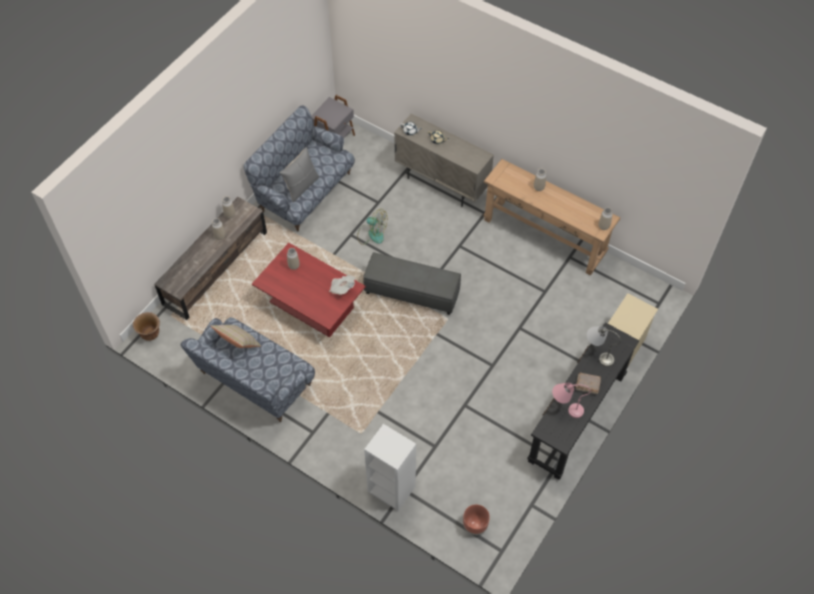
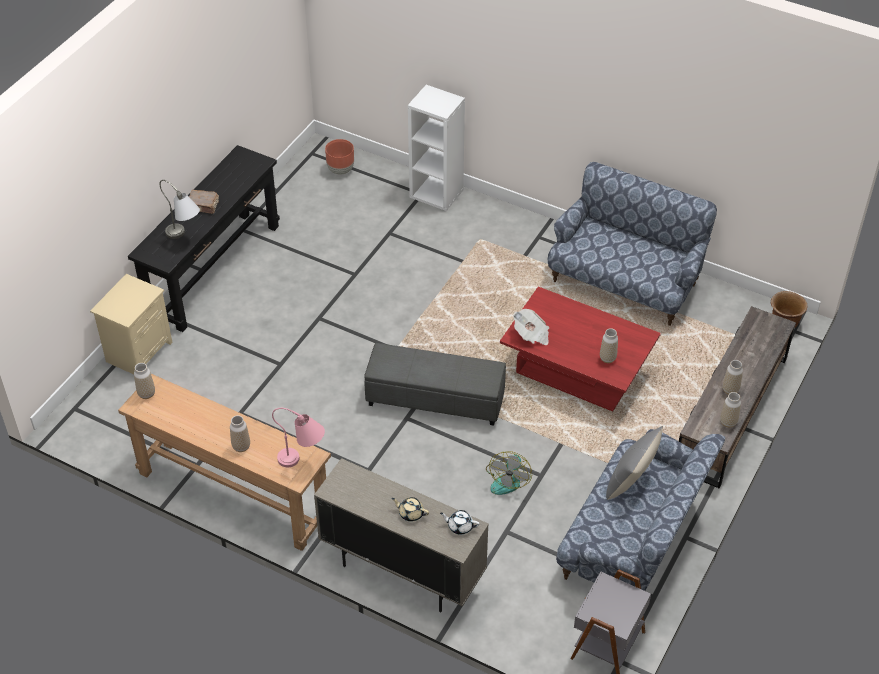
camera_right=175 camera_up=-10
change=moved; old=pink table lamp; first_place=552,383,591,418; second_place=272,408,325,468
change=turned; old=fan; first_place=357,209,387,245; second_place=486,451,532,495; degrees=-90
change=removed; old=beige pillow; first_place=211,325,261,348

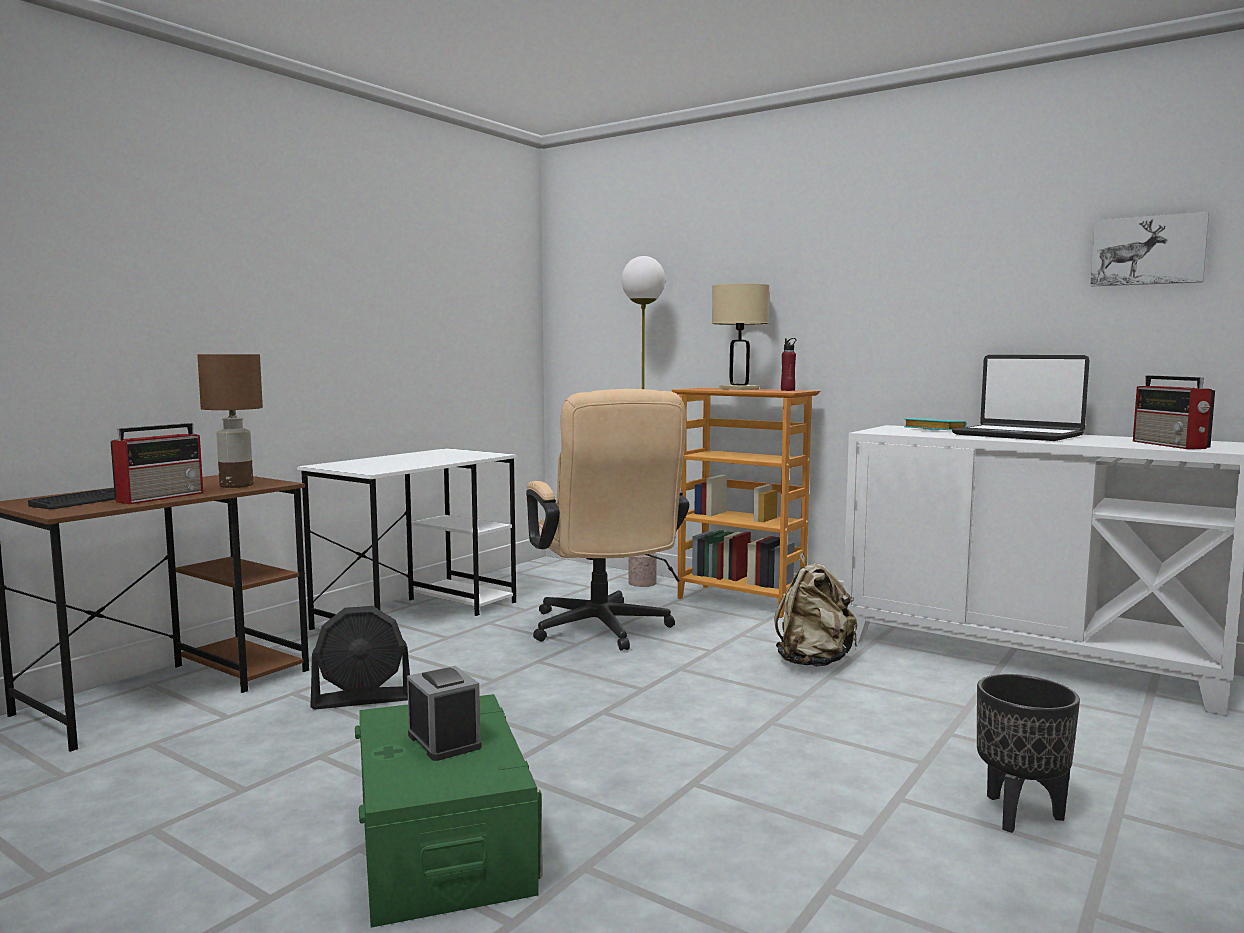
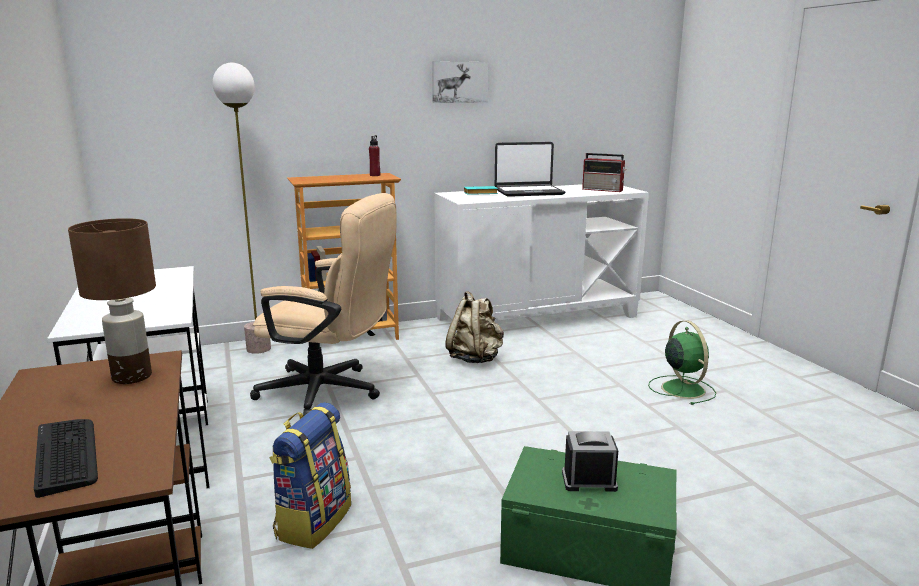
camera_right=-55 camera_up=10
change=replaced; old=black fan; new=backpack; first_place=310,606,410,709; second_place=269,402,351,549
change=moved; old=picture; first_place=1090,211,1209,286; second_place=432,61,488,103
change=replaced; old=black planter; new=green fan; first_place=977,674,1080,833; second_place=648,320,716,405
change=removed; old=radio; first_place=110,423,203,504
change=removed; old=beige table lamp; first_place=712,283,769,390

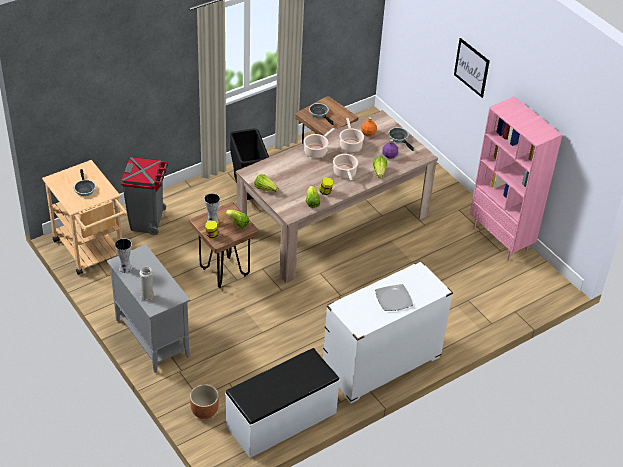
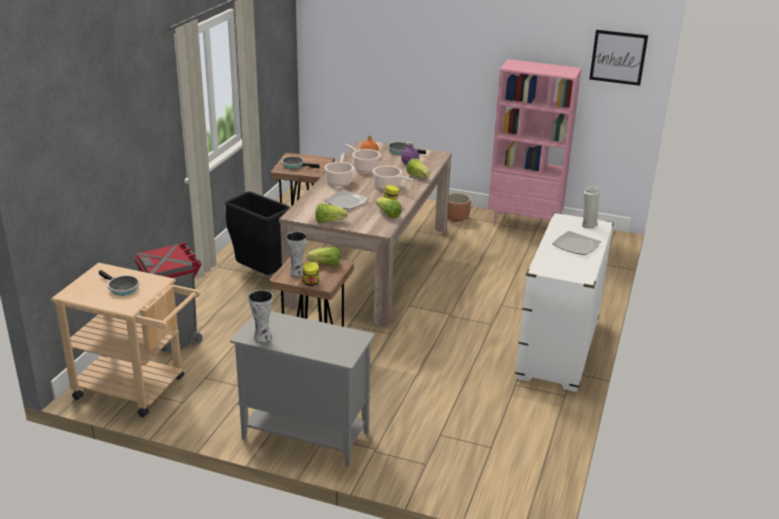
camera_right=-35 camera_up=-15
change=added; new=plate; second_place=324,190,369,210
change=moved; old=brown planter; first_place=190,384,219,419; second_place=447,193,471,222
change=moved; old=white vase; first_place=139,267,153,300; second_place=582,187,600,229
change=moved; old=picture; first_place=454,38,490,98; second_place=589,30,648,86
change=removed; old=white bench; first_place=225,348,340,458

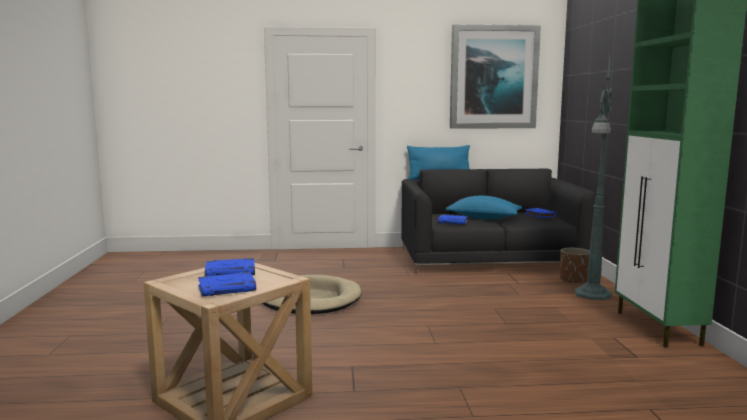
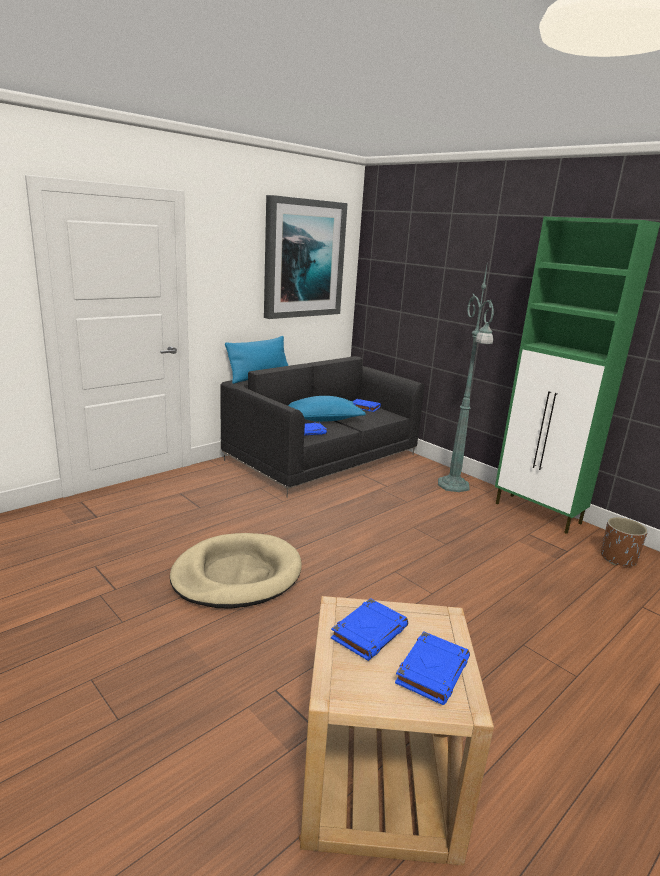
camera_right=-40 camera_up=10
change=moved; old=brown planter; first_place=560,248,590,285; second_place=601,517,648,566

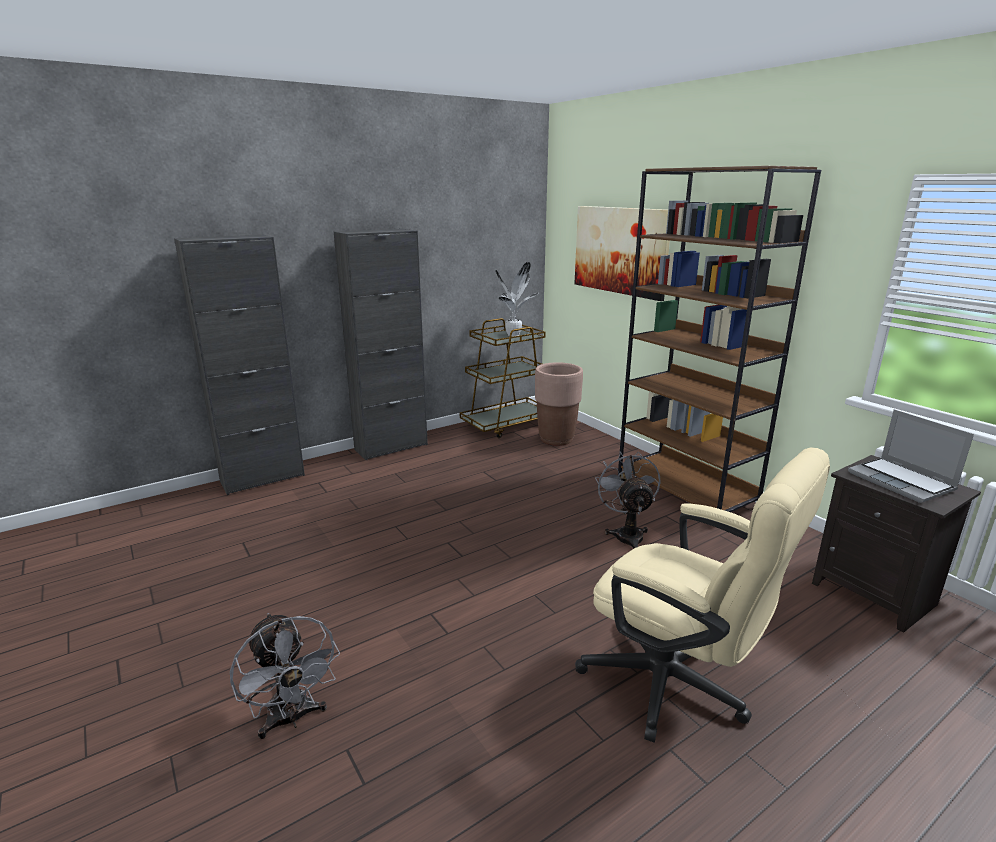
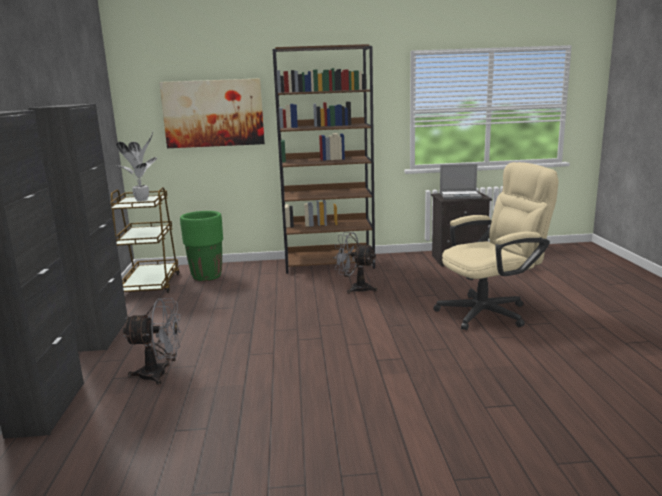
camera_right=-60 camera_up=-5
change=moved; old=grey fan; first_place=230,613,340,739; second_place=123,298,181,385
change=recoloured; old=brown planter; new=green planter; first_place=535,362,583,446; second_place=180,211,223,281

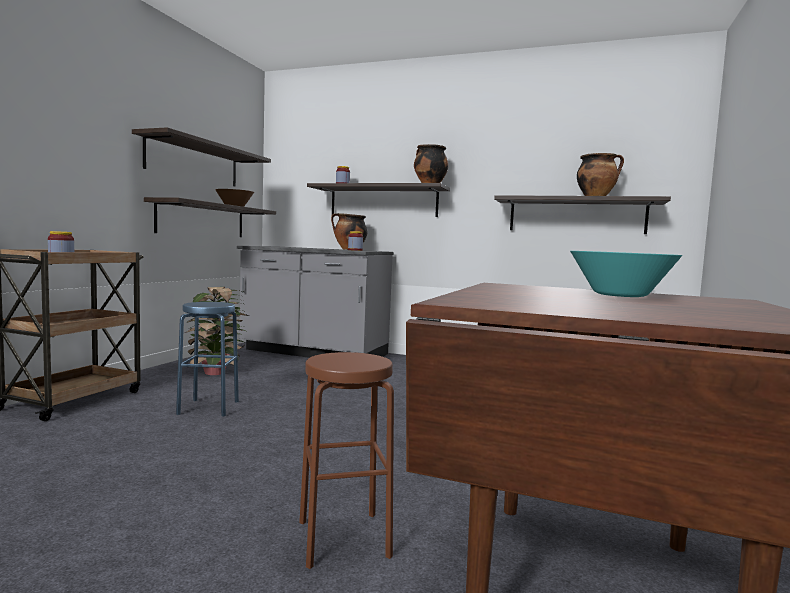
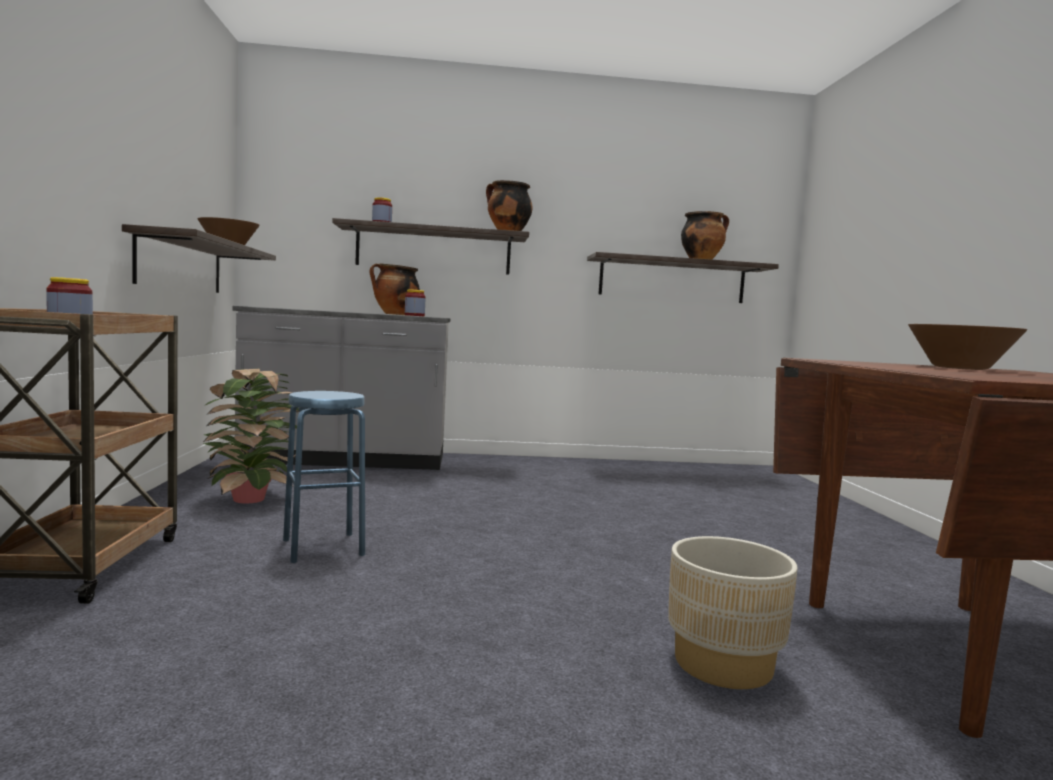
camera_right=-25 camera_up=0
change=replaced; old=brown stool; new=beige planter; first_place=299,352,394,569; second_place=668,536,798,689
change=recoloured; old=turquoise bowl; new=brown bowl; first_place=570,251,682,297; second_place=908,324,1028,370
change=removed; old=shelf; first_place=132,127,271,186

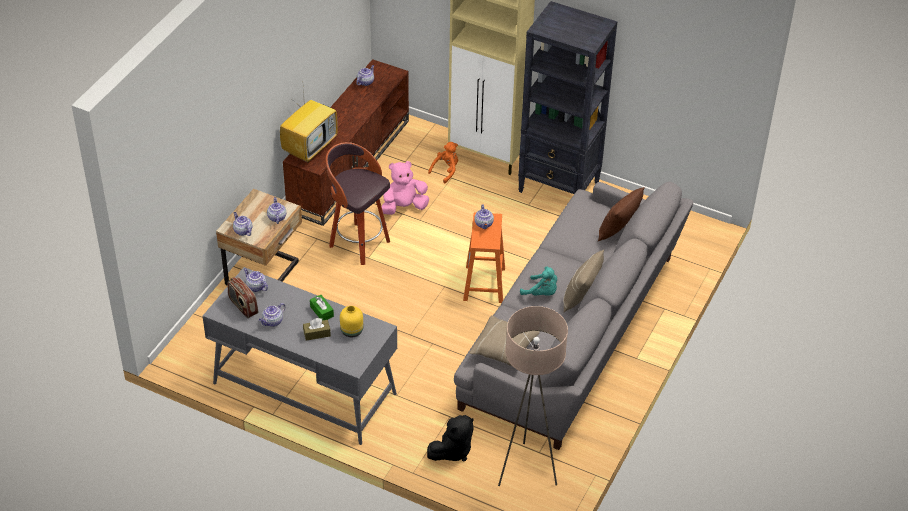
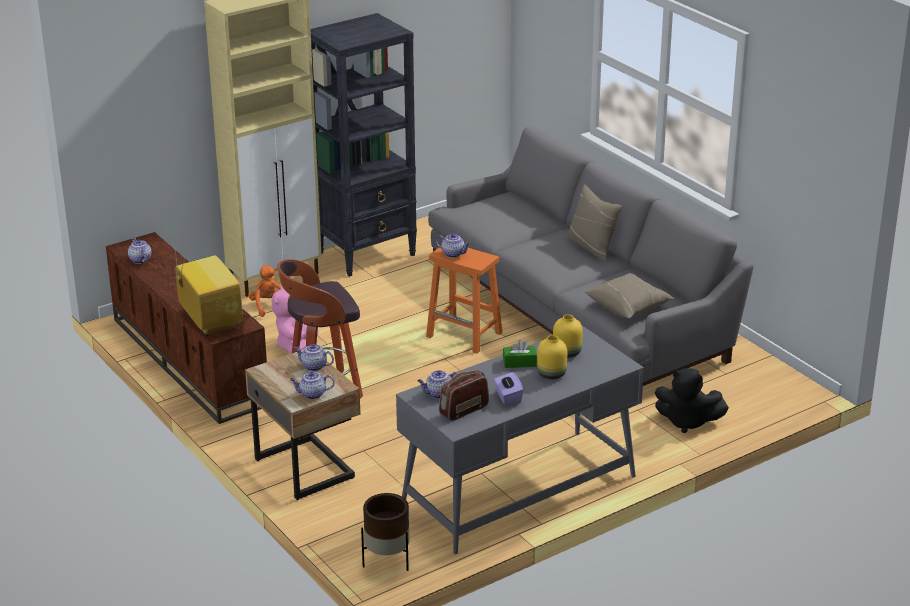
camera_right=-60 camera_up=-15
change=added; new=brown planter; second_place=361,493,410,571
change=turned; old=radio; first_place=228,277,258,318; second_place=439,370,489,421; degrees=150
change=replaced; old=teapot; new=purple tissue box; first_place=259,303,285,327; second_place=494,372,523,405
change=replaced; old=brown tissue box; new=yellow vase; first_place=303,318,331,341; second_place=537,335,567,379
change=turned; old=black plush toy; first_place=427,415,474,461; second_place=655,368,729,433; degrees=120
change=removed; old=beige floor lamp; first_place=498,306,568,486
change=removed; old=turquoise plush toy; first_place=520,267,557,296
change=removed; old=brown pillow; first_place=598,187,645,241

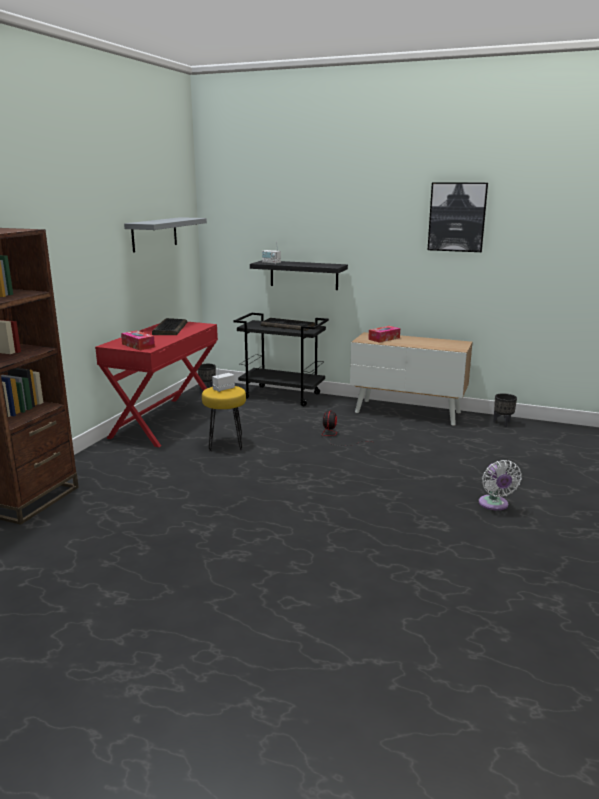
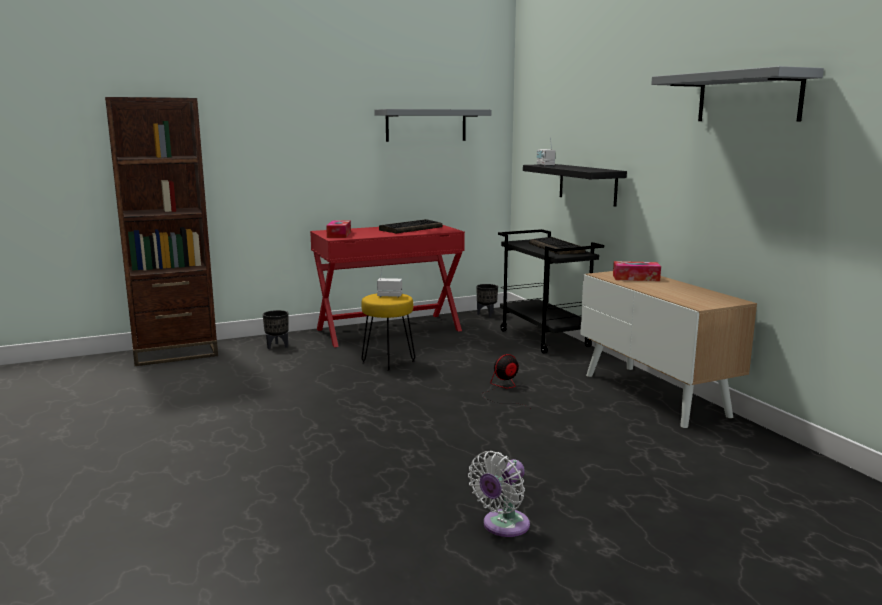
camera_right=45 camera_up=-5
change=moved; old=black planter; first_place=493,393,517,427; second_place=263,310,289,349
change=replaced; old=picture; new=grey shelf; first_place=428,182,488,252; second_place=651,66,824,122

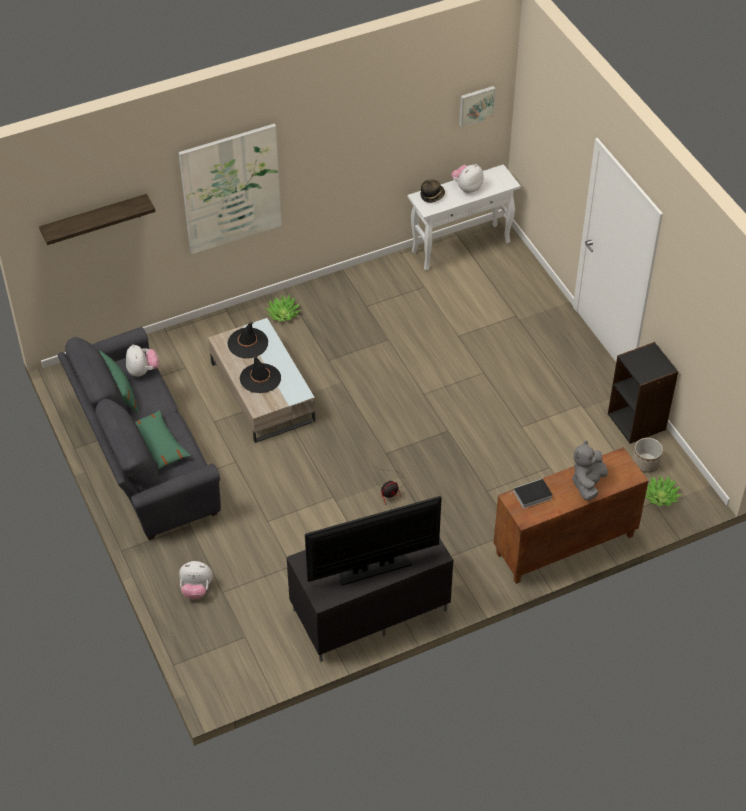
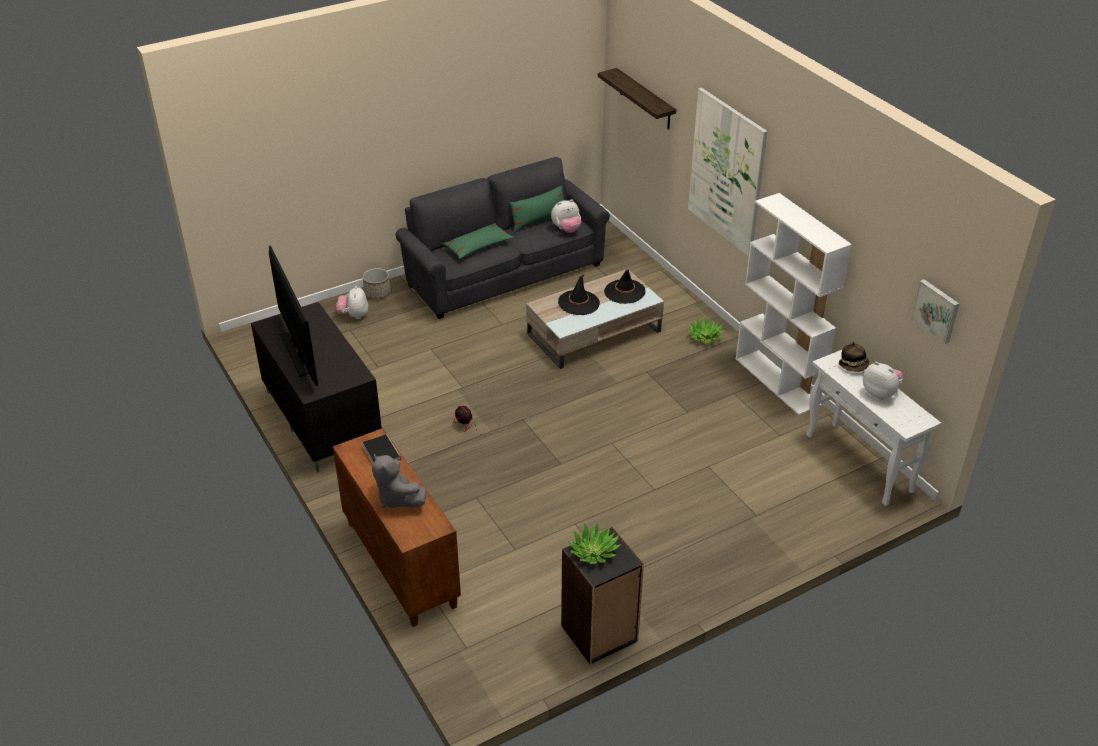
camera_right=85 camera_up=-10
change=moved; old=planter; first_place=632,438,663,473; second_place=362,268,390,299
change=turned; old=grey plush toy; first_place=572,441,608,501; second_place=372,454,426,508; degrees=-150
change=moved; old=potted plant; first_place=645,476,682,506; second_place=568,523,621,564
change=added; new=white bookcase; second_place=736,193,852,415

